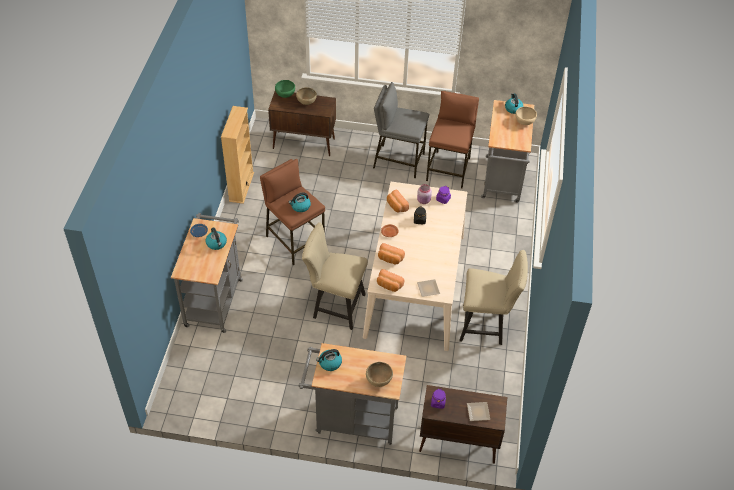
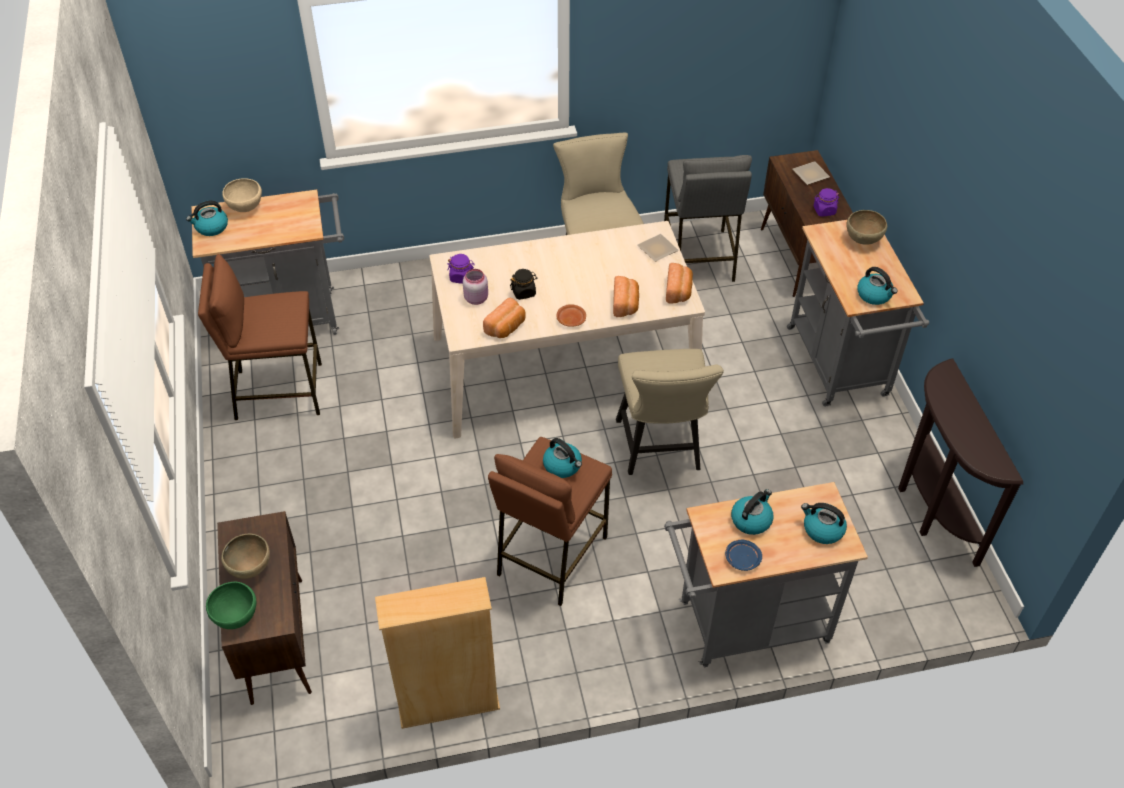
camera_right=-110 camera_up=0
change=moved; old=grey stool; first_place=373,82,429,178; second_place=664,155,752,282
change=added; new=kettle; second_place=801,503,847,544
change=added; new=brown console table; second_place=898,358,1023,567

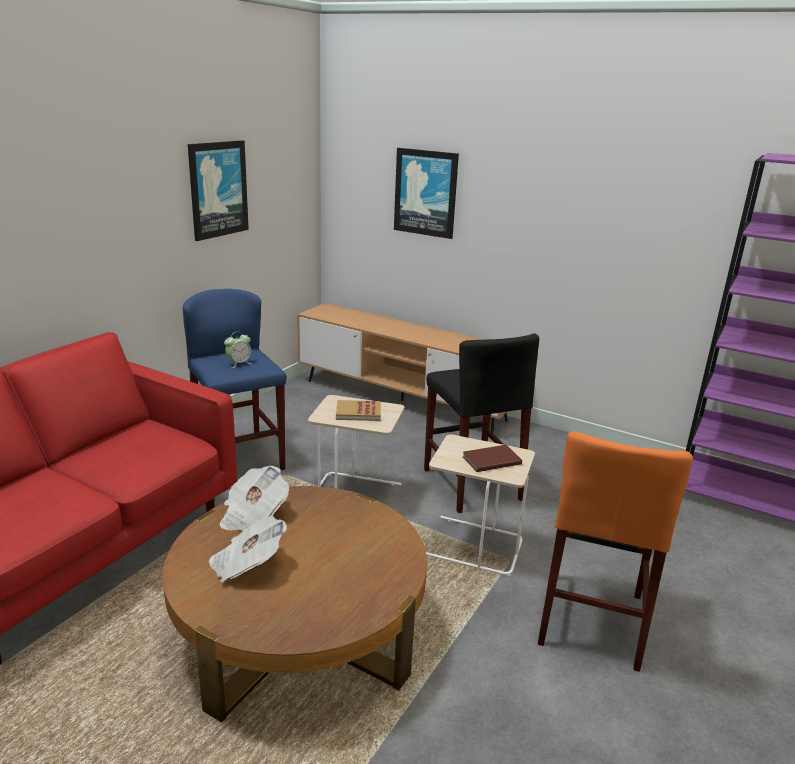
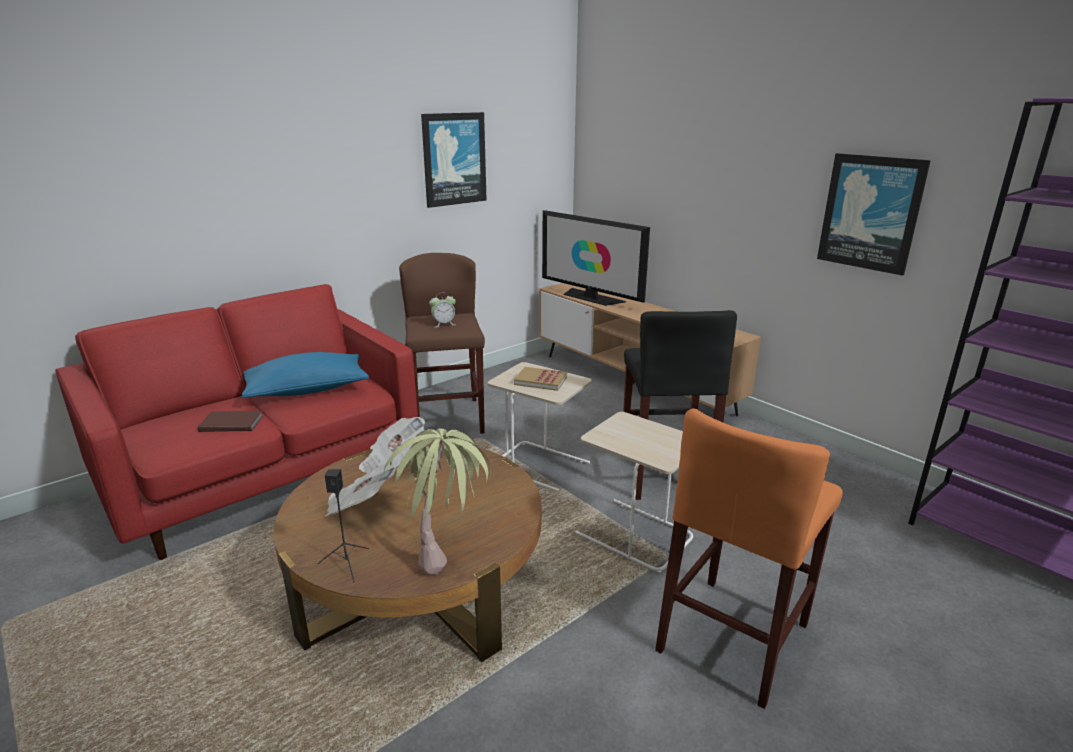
camera_right=20 camera_up=0
change=moved; old=brown book; first_place=463,445,522,472; second_place=198,411,263,432
change=added; new=blue pillow; second_place=242,352,369,398
change=added; new=black speaker; second_place=318,469,369,582
change=added; new=potted plant; second_place=384,429,491,575
change=recoloured; old=blue stool; new=brown stool; first_place=183,289,286,470; second_place=399,253,485,434
change=added; new=television; second_place=542,210,650,306
change=moved; old=picture; first_place=394,148,459,239; second_place=817,153,931,276

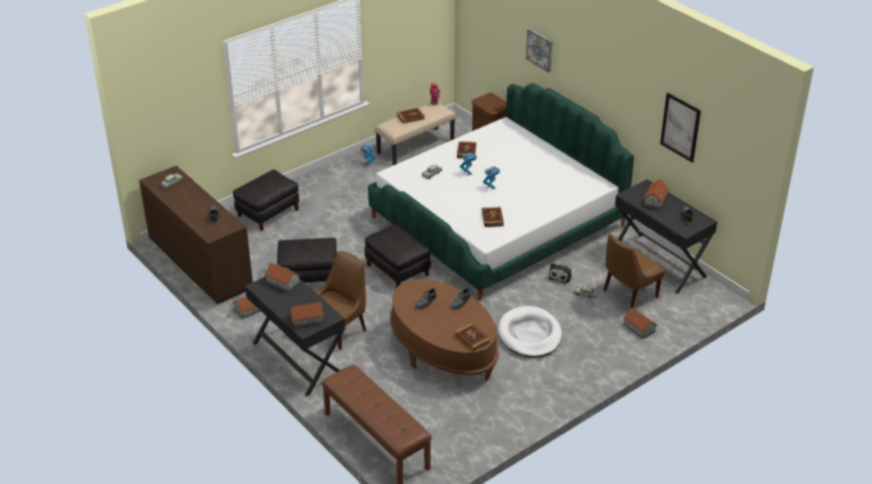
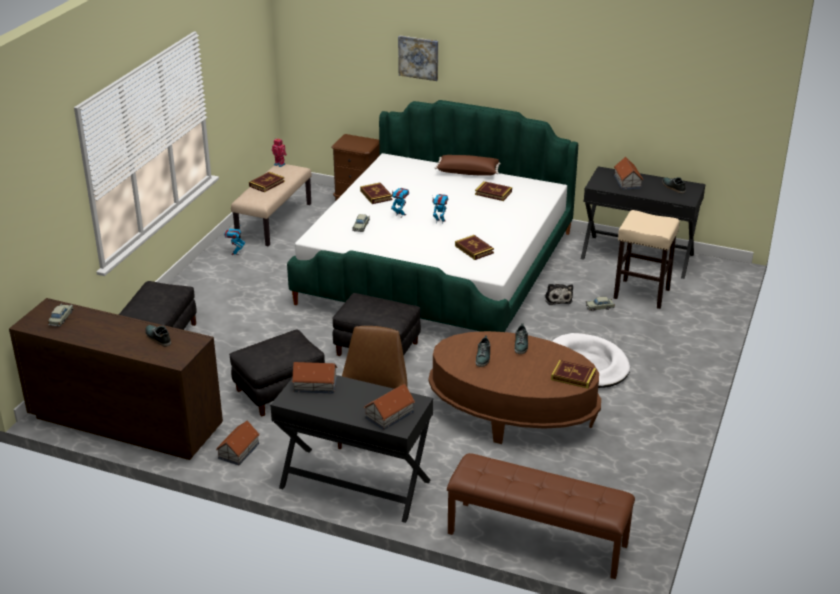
camera_right=-30 camera_up=-5
change=added; new=brown pillow; second_place=435,155,501,176
change=added; new=book; second_place=475,181,512,201
change=replaced; old=brown chair; new=beige stool; first_place=604,233,665,308; second_place=614,210,680,309
change=removed; old=toy house; first_place=623,308,657,339
change=removed; old=picture; first_place=660,93,701,163

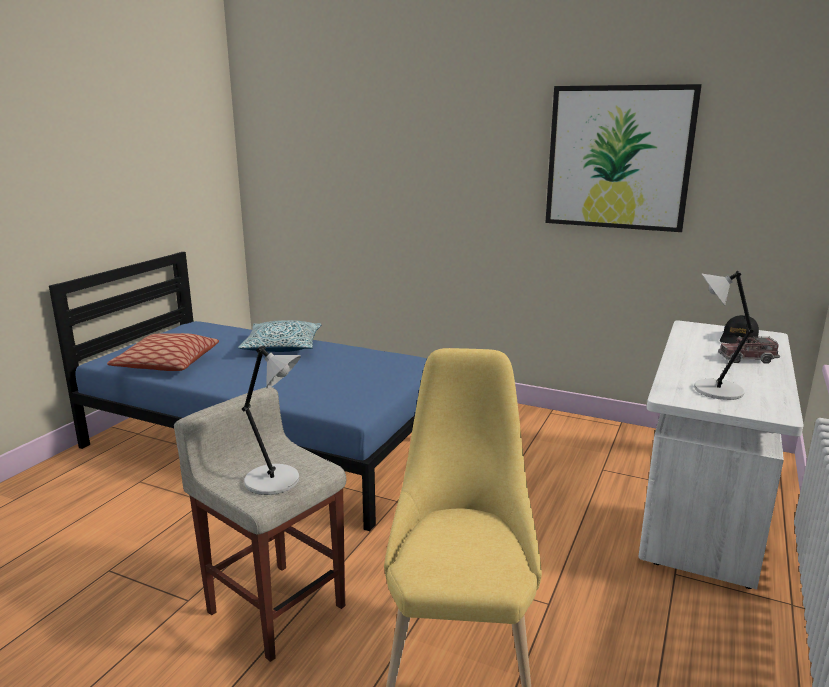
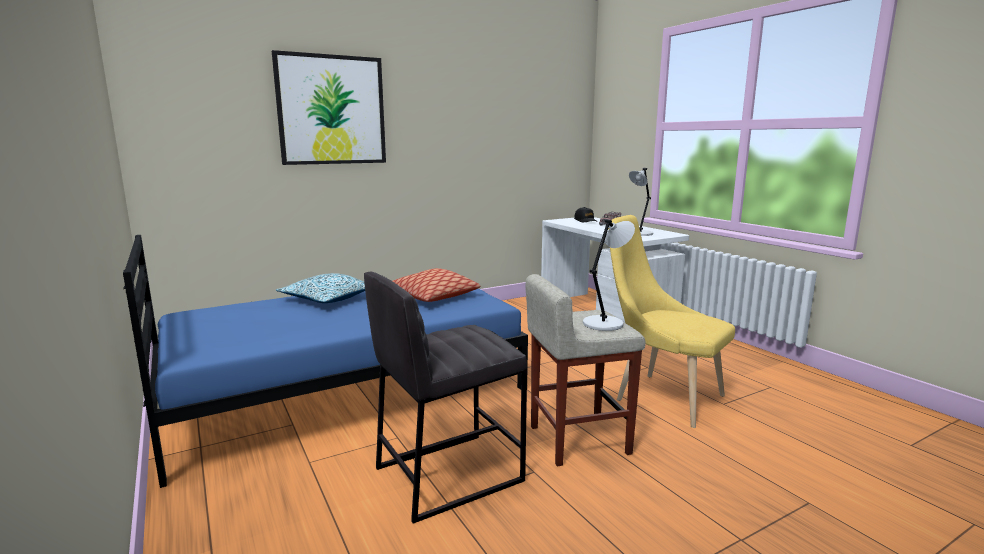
camera_right=-55 camera_up=-5
change=moved; old=picture; first_place=545,84,702,232; second_place=272,50,386,165
change=added; new=grey stool; second_place=364,272,527,523
change=moved; old=pillow; first_place=107,333,219,371; second_place=393,268,480,302

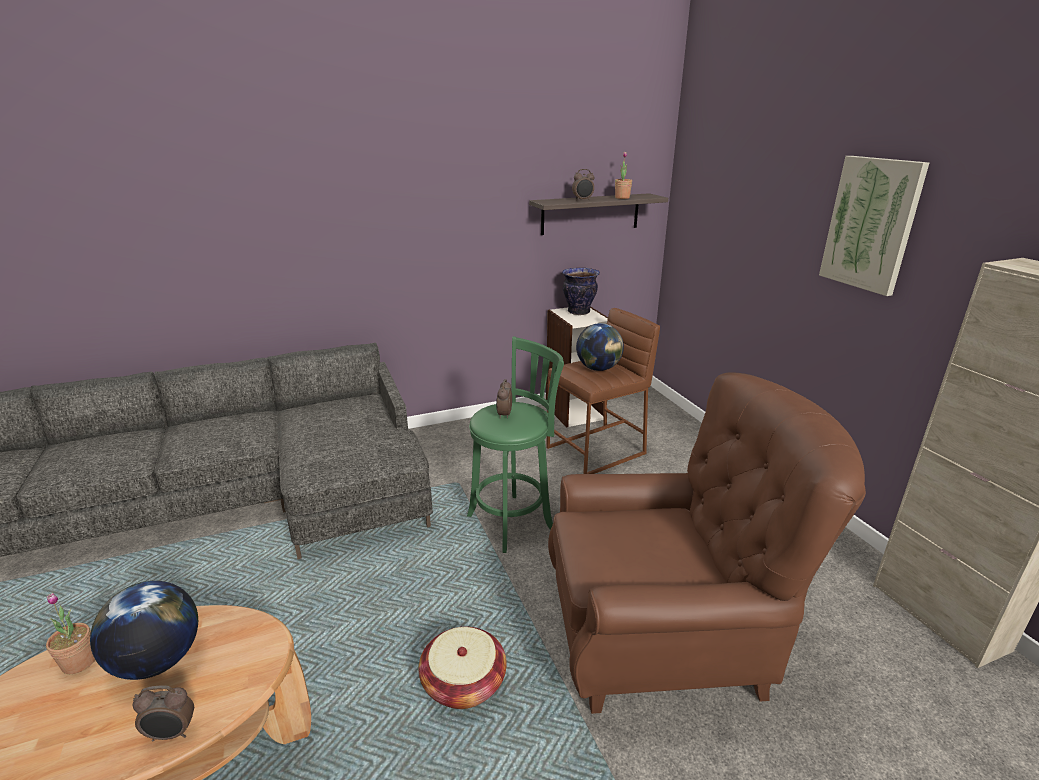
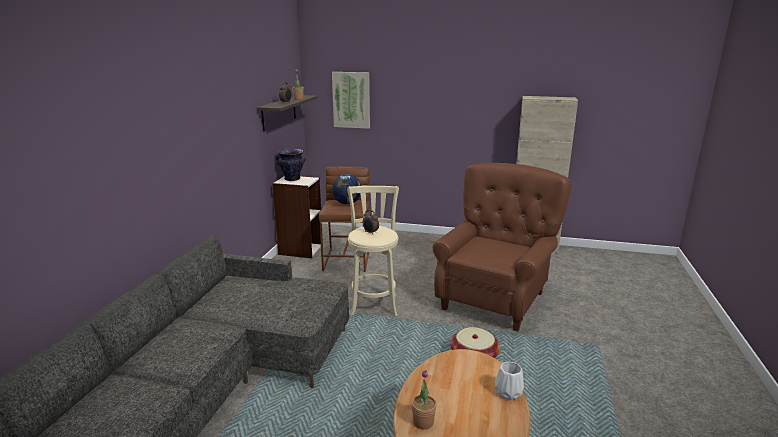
camera_right=-55 camera_up=-5
change=moved; old=picture; first_place=819,156,929,296; second_place=332,72,370,129
change=recoloured; old=green stool; new=beige stool; first_place=467,337,564,553; second_place=347,186,399,316
change=replaced; old=alarm clock; new=white vase; first_place=132,685,194,742; second_place=495,362,524,400
change=removed; old=globe; first_place=90,581,198,680

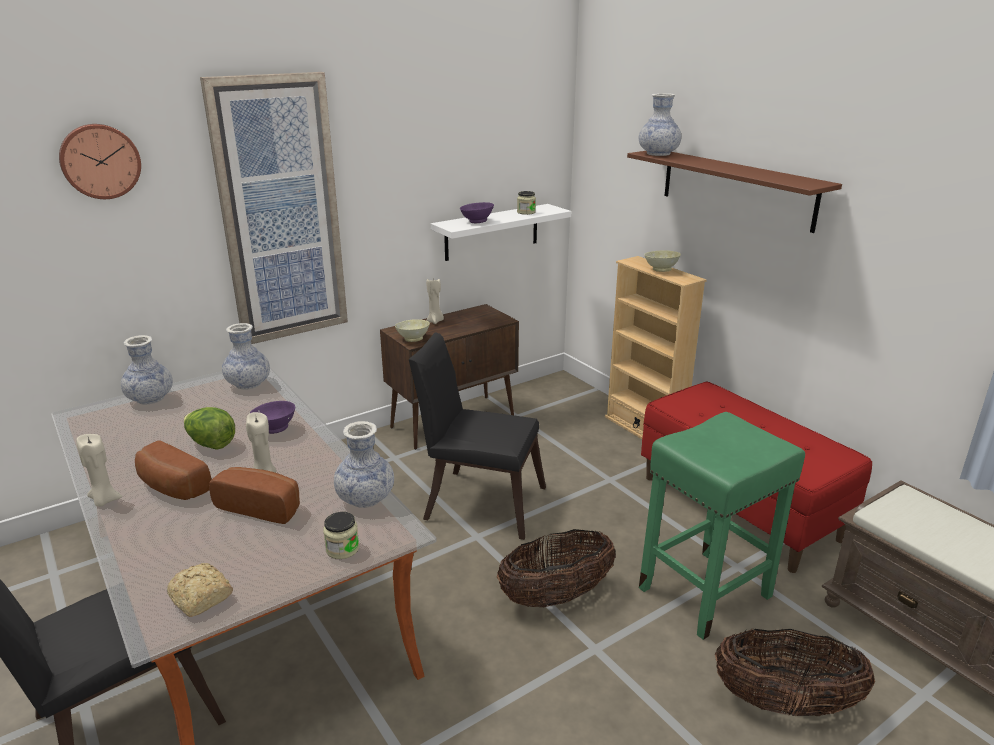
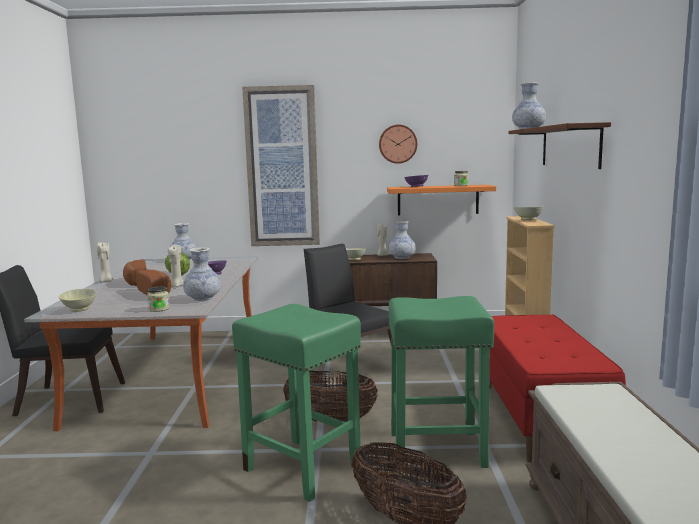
camera_right=35 camera_up=-15
change=replaced; old=bread; new=beige bowl; first_place=167,563,233,617; second_place=59,289,96,312
change=added; new=green stool; second_place=232,304,361,502
change=moved; old=wall clock; first_place=59,124,141,199; second_place=379,125,417,164
change=recoloured; old=white shelf; new=orange shelf; first_place=431,204,571,261; second_place=387,185,496,216
change=moved; old=vase; first_place=222,323,270,390; second_place=389,221,416,259

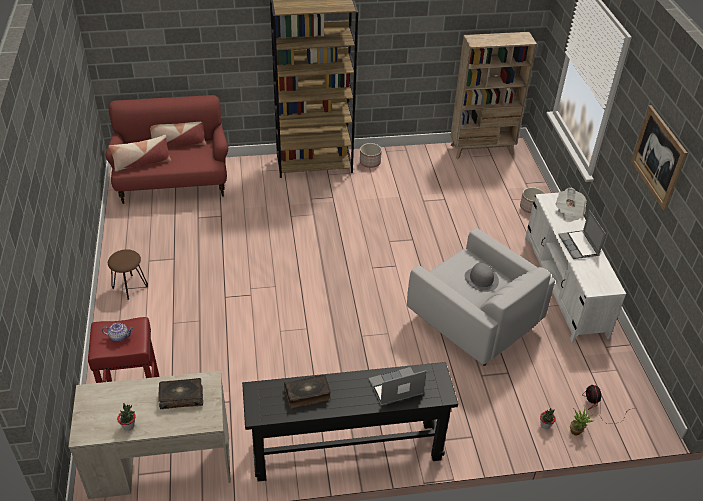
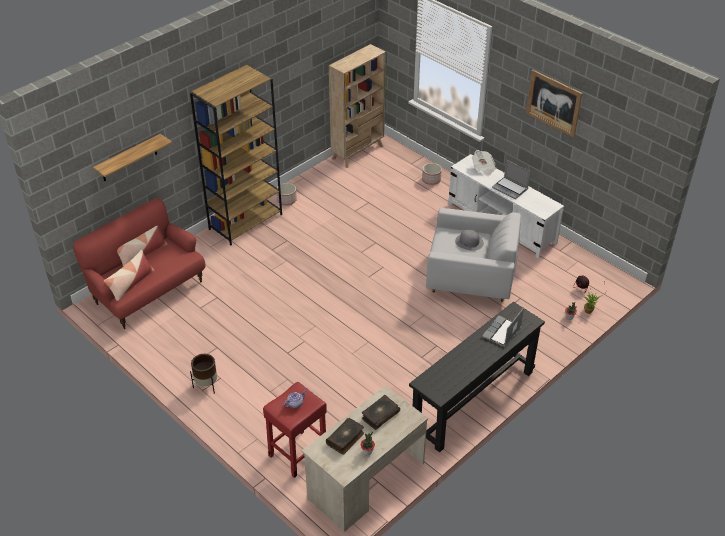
camera_right=-35 camera_up=0
change=added; new=shelf; second_place=93,134,172,182
change=replaced; old=brown stool; new=brown planter; first_place=108,249,148,300; second_place=190,354,217,394
change=moved; old=book; first_place=284,374,331,409; second_place=326,418,364,455

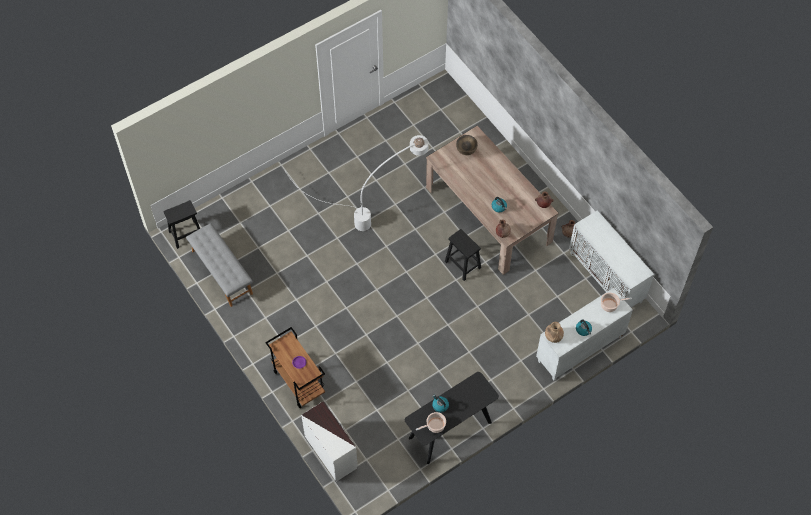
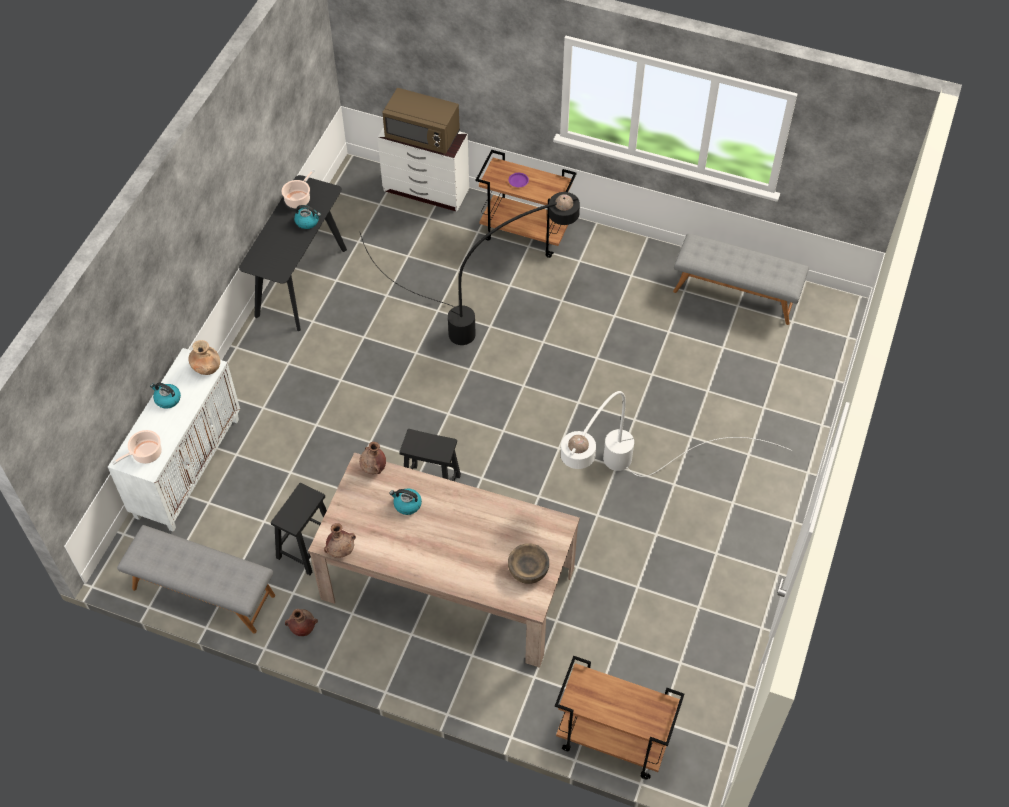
camera_right=145 camera_up=-5
change=replaced; old=white cabinet; new=grey bench; first_place=569,210,654,308; second_place=117,525,275,633
change=moved; old=black stool; first_place=163,200,200,249; second_place=271,483,327,575
change=added; new=black floor lamp; second_place=360,192,580,345
change=added; new=brown microwave; second_place=382,88,460,154
change=added; new=brown cart; second_place=555,656,684,780

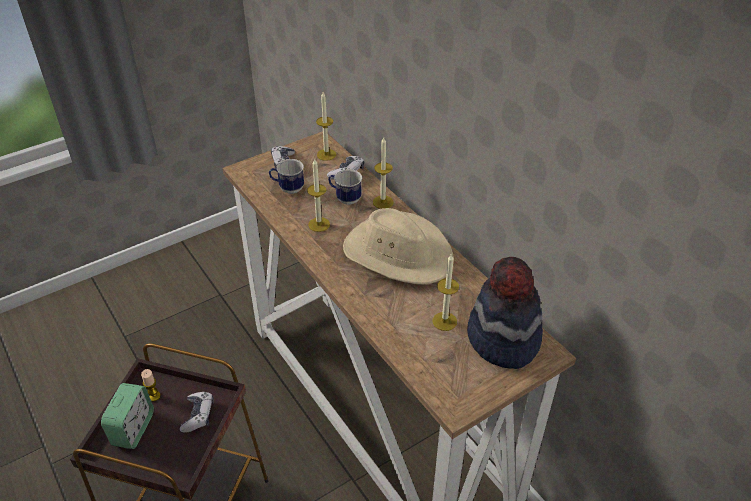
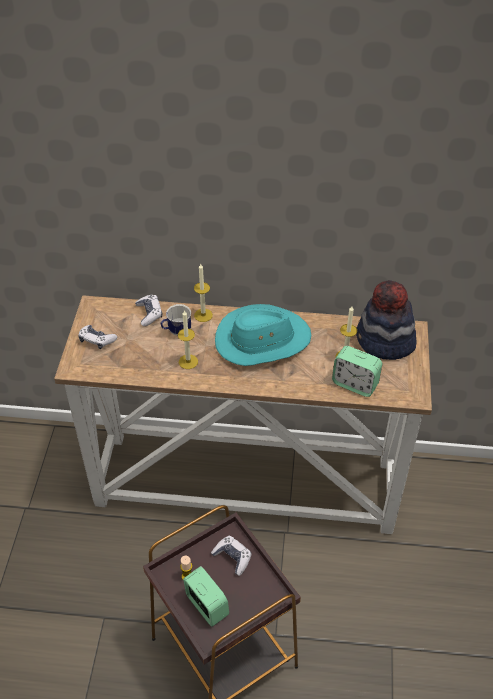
camera_right=-50 camera_up=5
change=recoloured; old=beige hat; new=turquoise hat; first_place=343,208,454,284; second_place=215,304,311,366
change=added; new=alarm clock; second_place=332,346,382,397
change=removed; old=mug; first_place=269,159,304,194
change=removed; old=candle; first_place=316,92,336,161

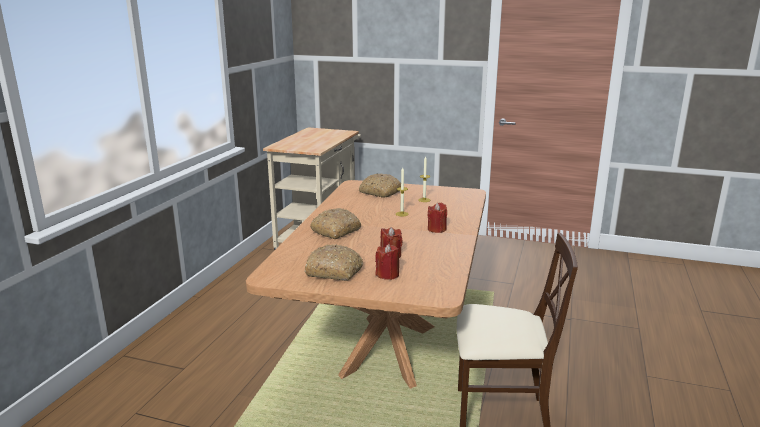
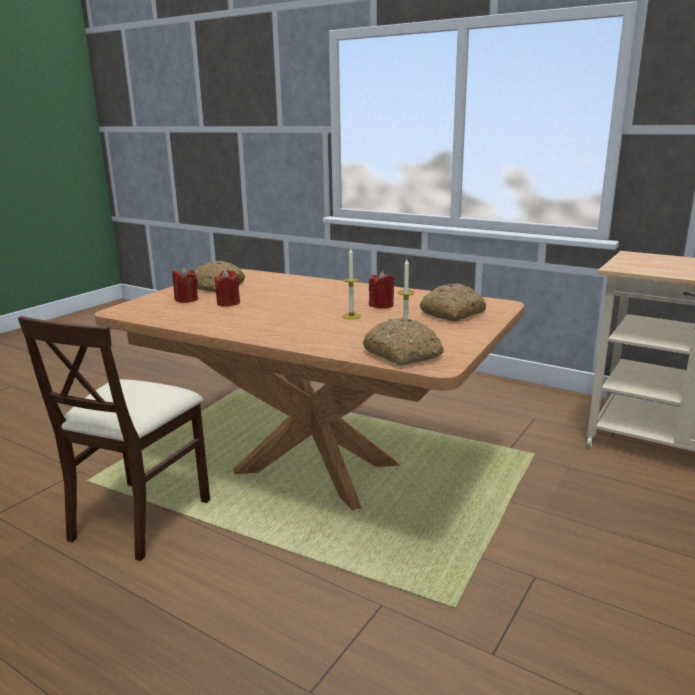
camera_right=105 camera_up=0
change=moved; old=bread; first_place=310,208,361,239; second_place=362,318,444,366
change=moved; old=red candle; first_place=427,203,447,233; second_place=369,271,394,309

